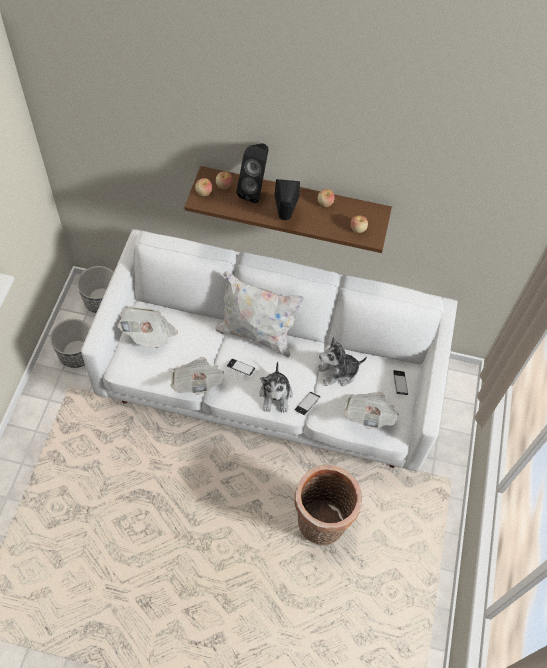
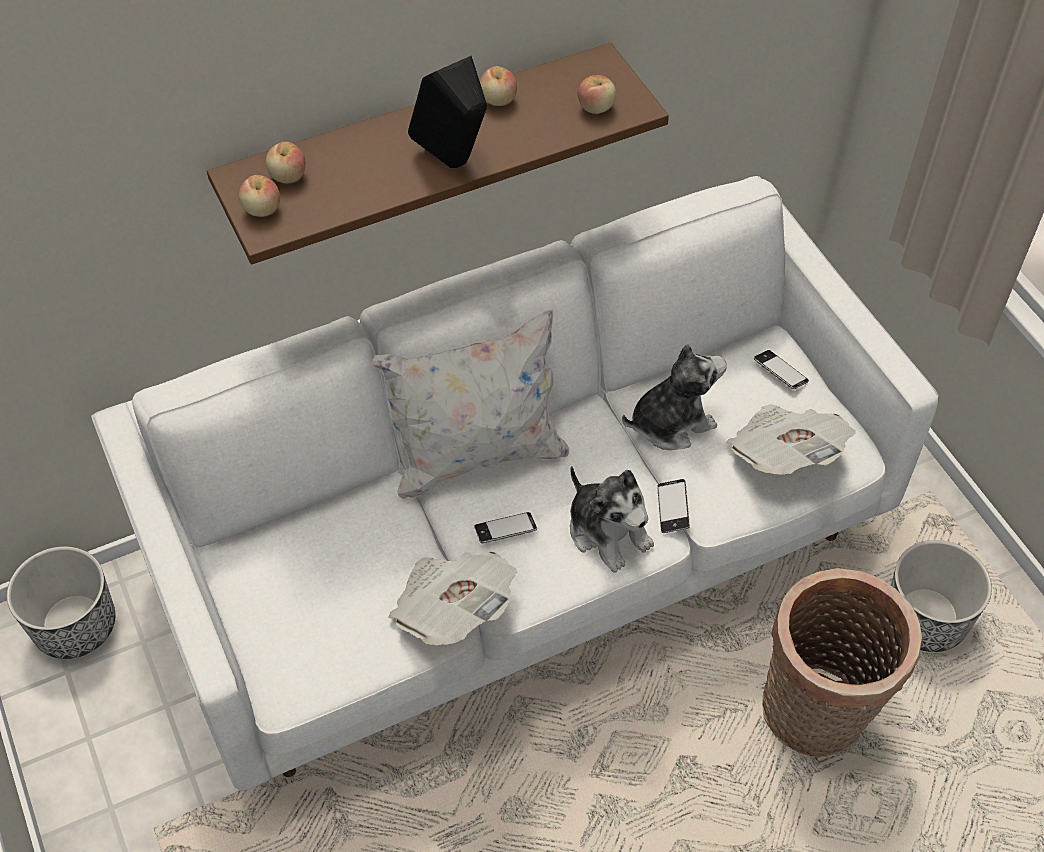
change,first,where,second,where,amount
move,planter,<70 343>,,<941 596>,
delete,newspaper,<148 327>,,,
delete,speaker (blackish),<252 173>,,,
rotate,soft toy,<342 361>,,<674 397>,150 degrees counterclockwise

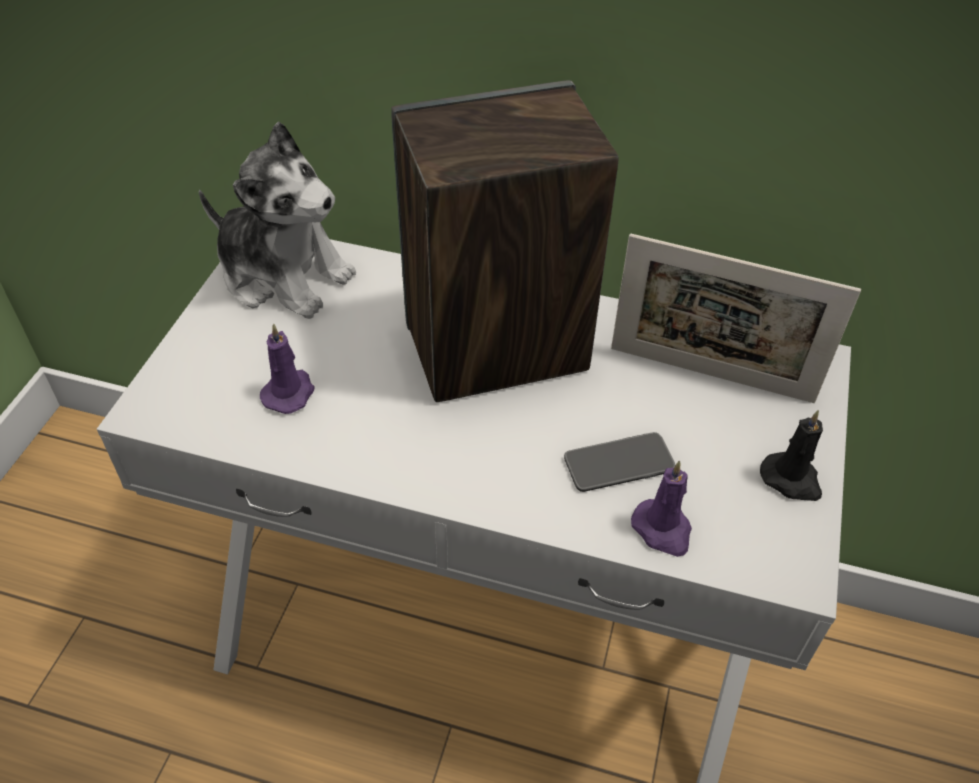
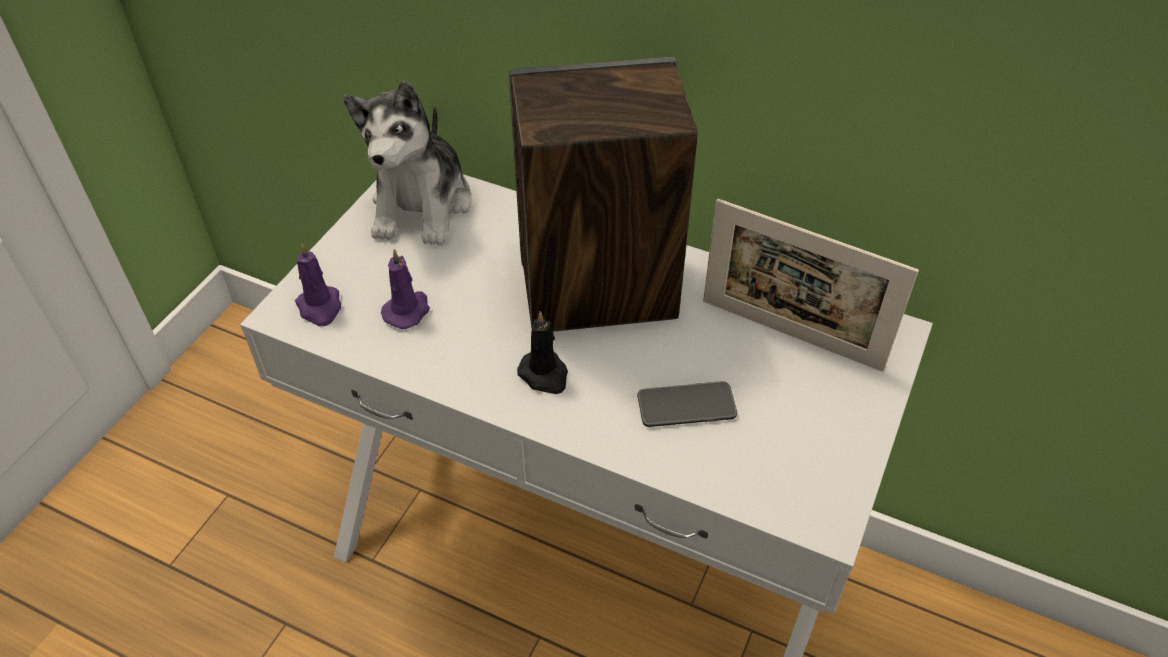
change,first,where,second,where,amount
rotate,soft toy,<277 220>,,<407 163>,60 degrees clockwise
move,wax light (purple),<661 509>,,<318 284>,
move,wax light (blackish),<791 455>,,<542 352>,

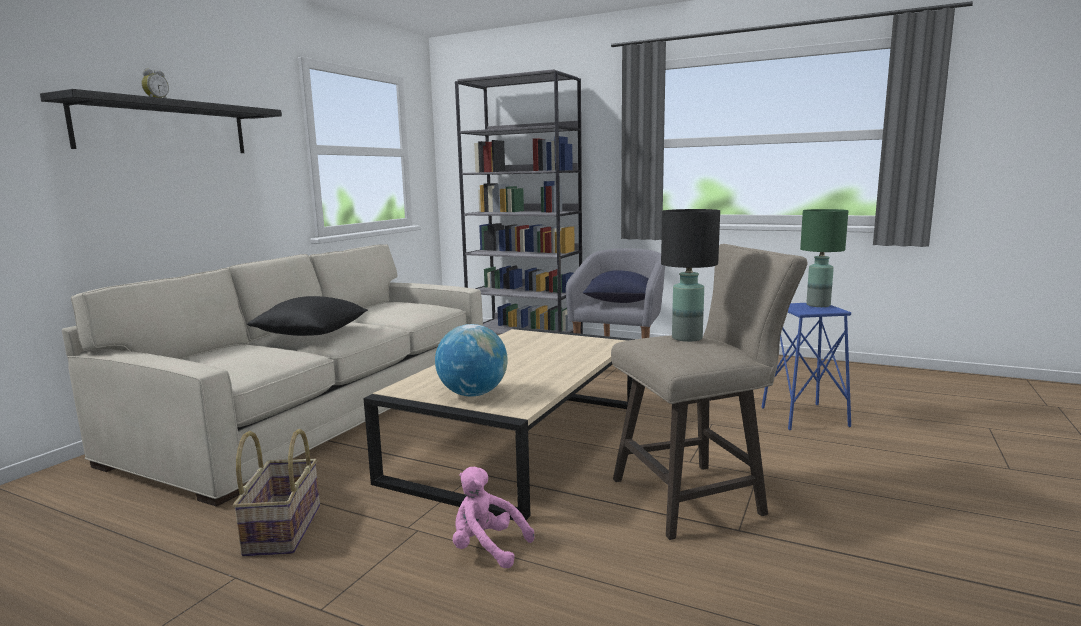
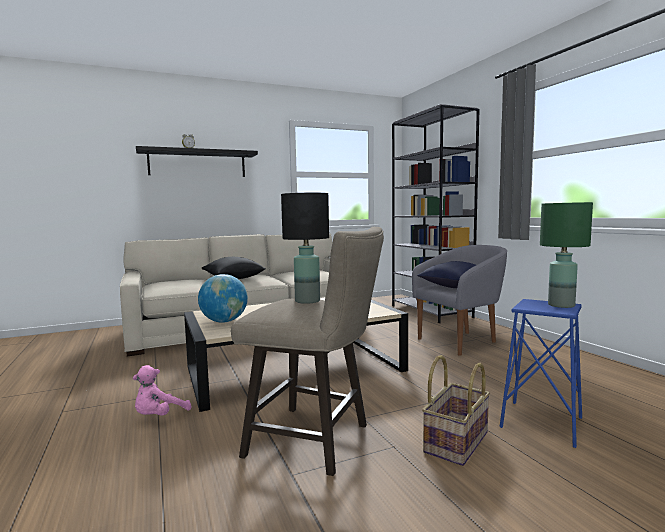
change,first,where,second,where,amount
move,household basket,<276 492>,,<456 410>,
rotate,soft toy (pink),<493 517>,,<162 390>,120 degrees counterclockwise

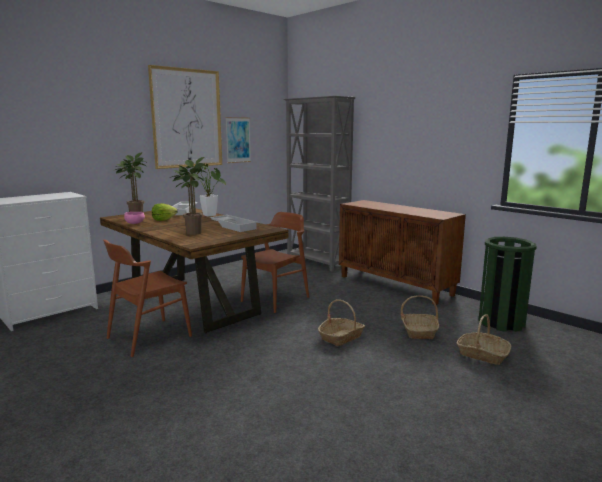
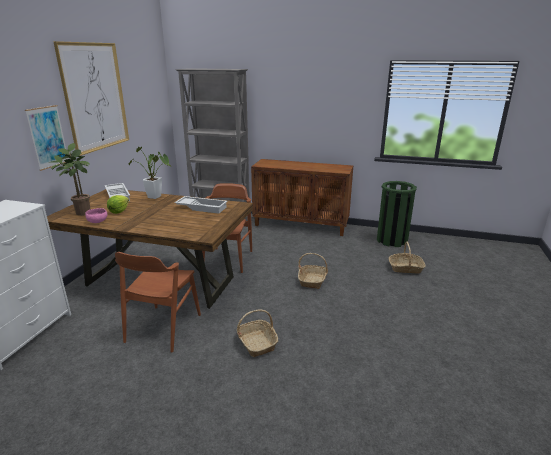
change,first,where,second,where,amount
delete,houseplant,<190 196>,,,
move,wall art,<238 140>,,<46 138>,
move,household basket,<420 317>,,<257 333>,

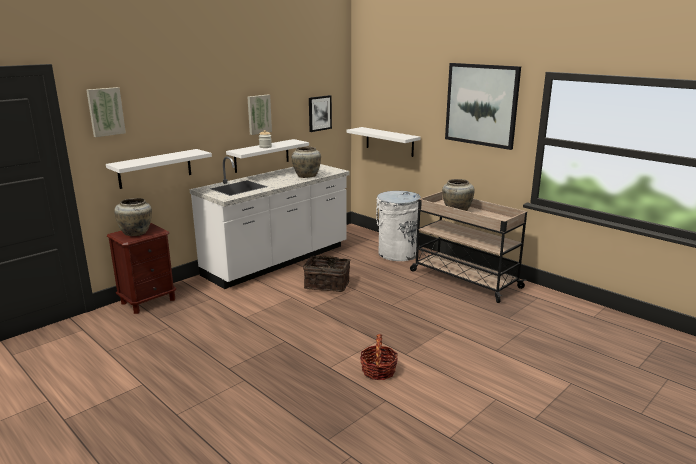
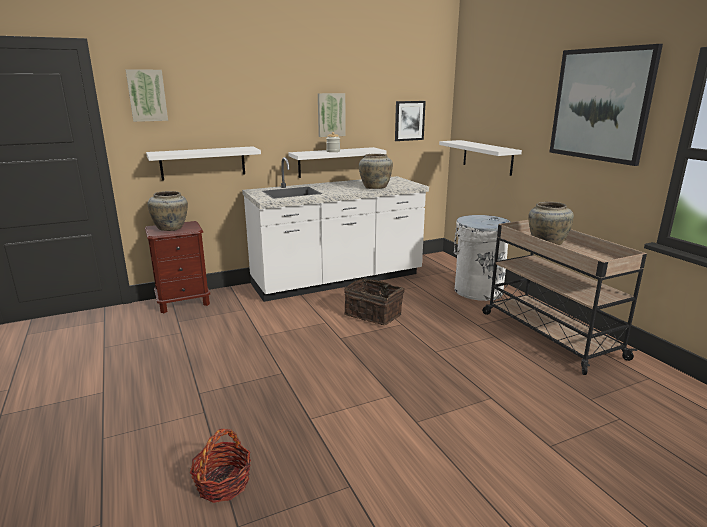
change,first,where,second,where,amount
move,household basket,<379 357>,,<220 466>,

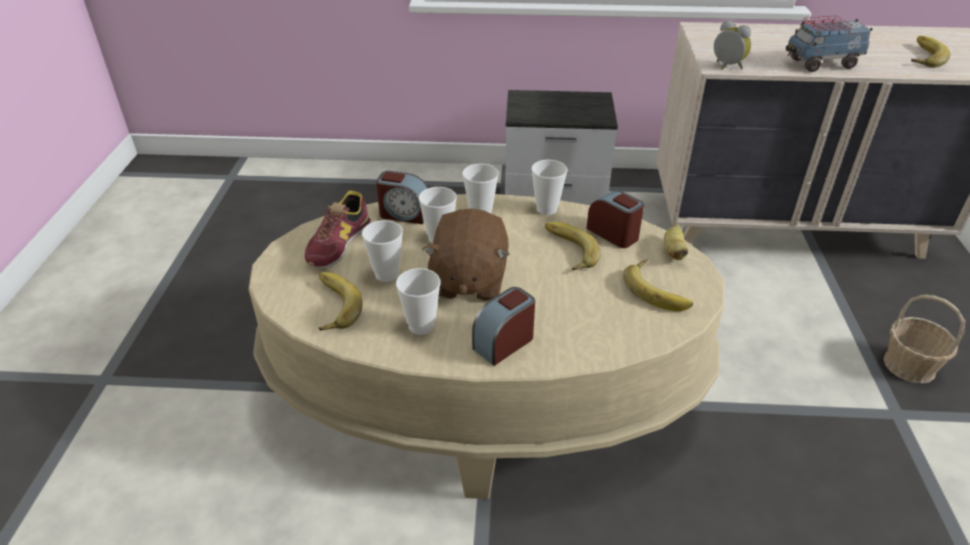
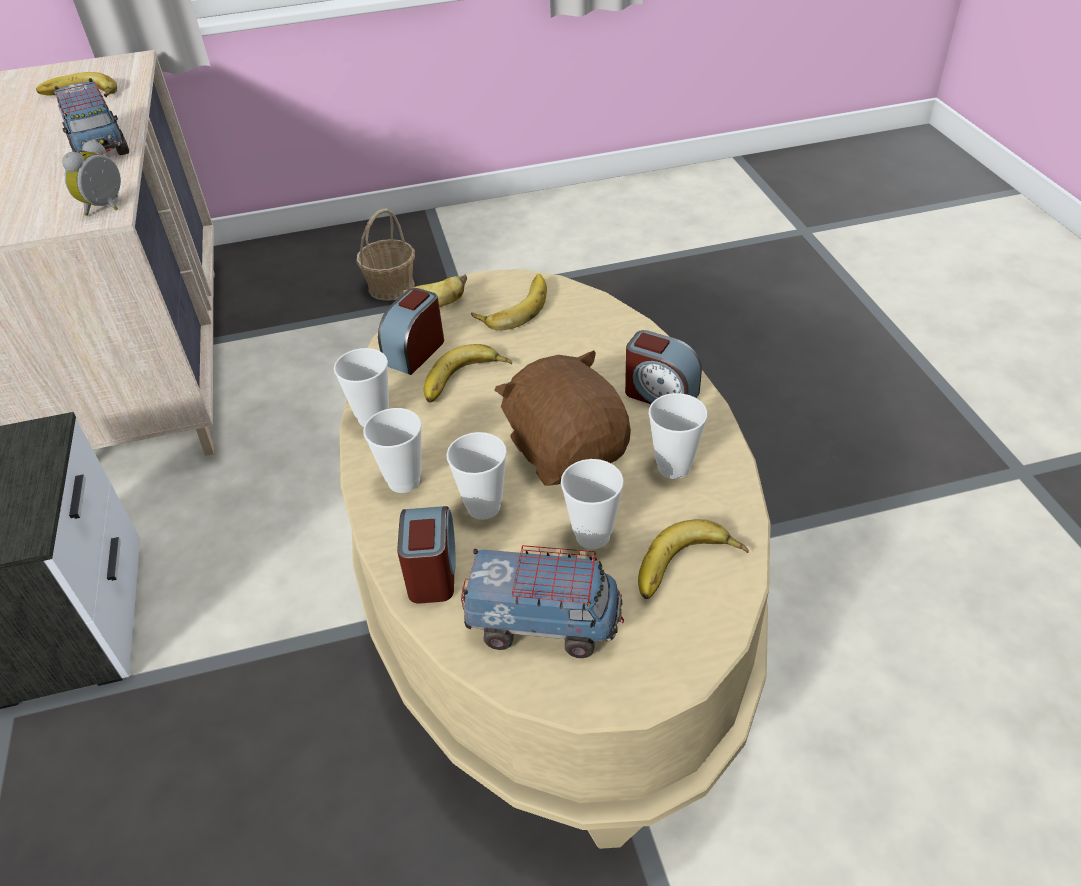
change,first,where,second,where,amount
replace,shoe,<338 230>,model truck,<542 601>,
rotate,soft toy (brown-coloured),<465 254>,,<562 418>,105 degrees counterclockwise

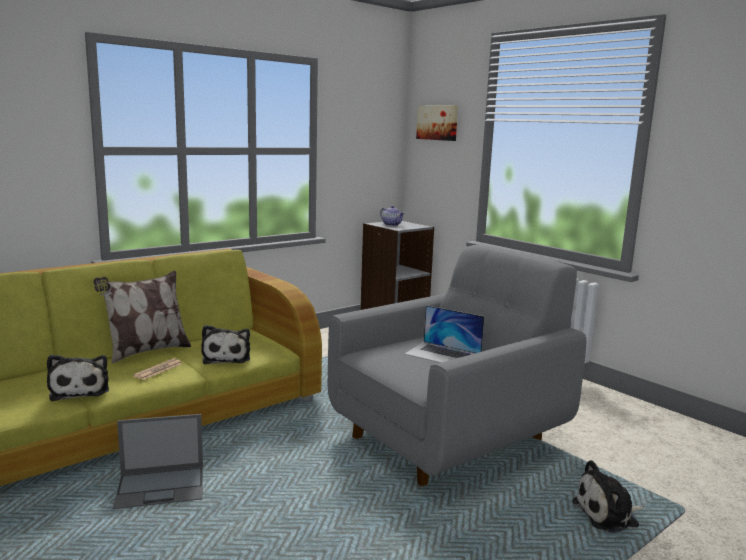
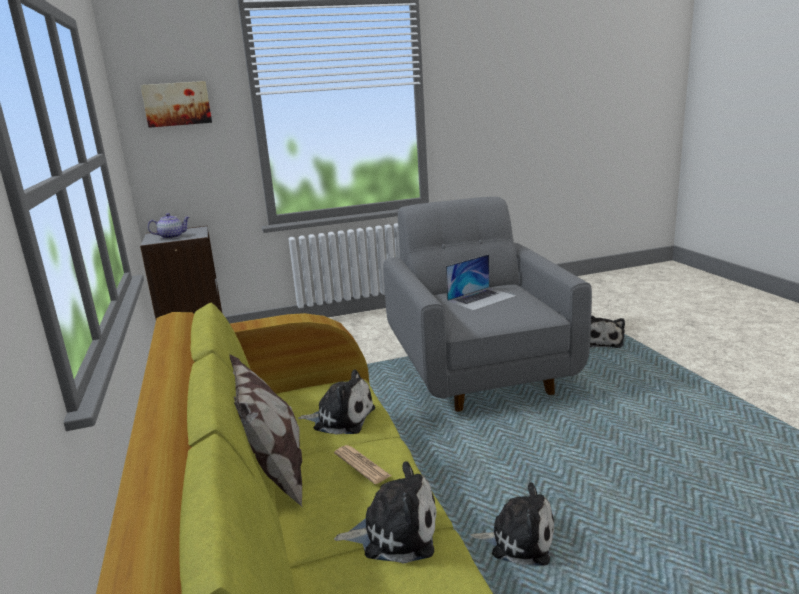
change,first,where,second,where,amount
replace,laptop,<158 461>,soft toy,<512 524>,

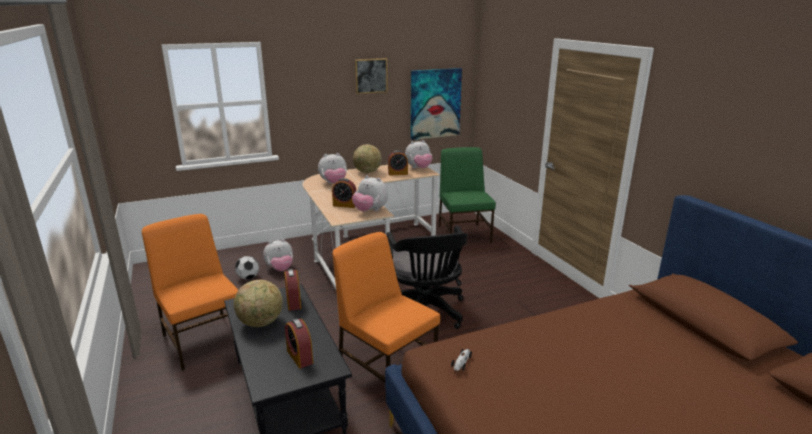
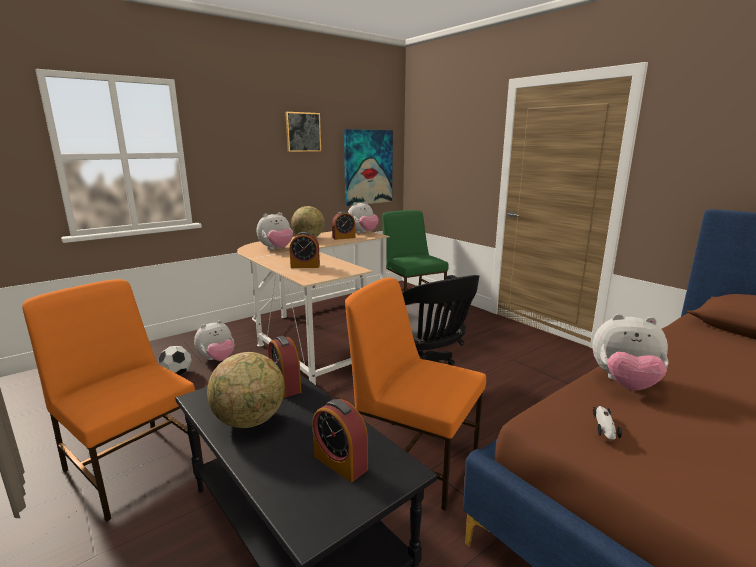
change,first,where,second,where,amount
move,soft toy,<370 193>,,<631 352>,

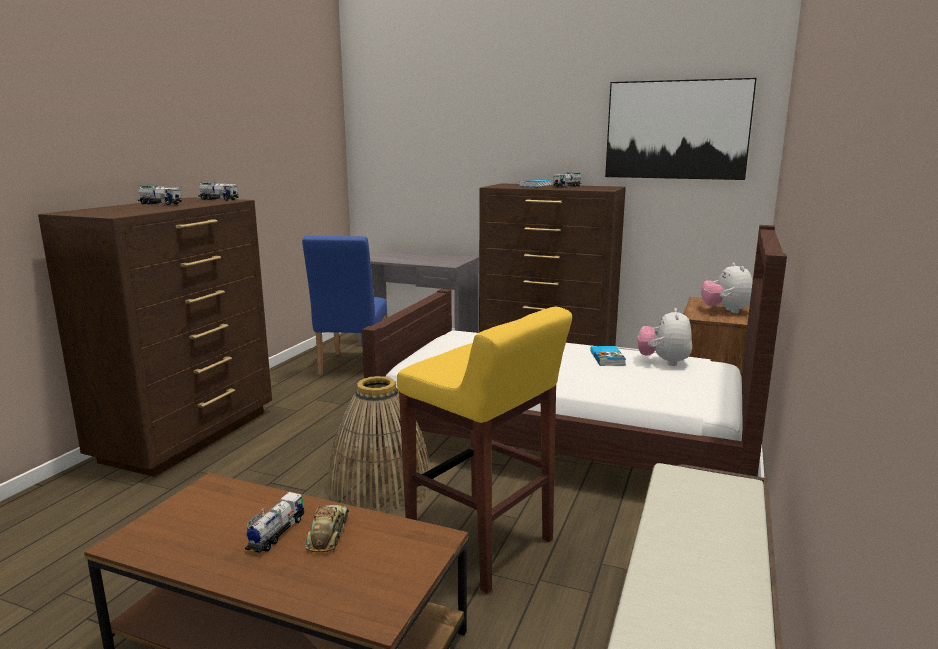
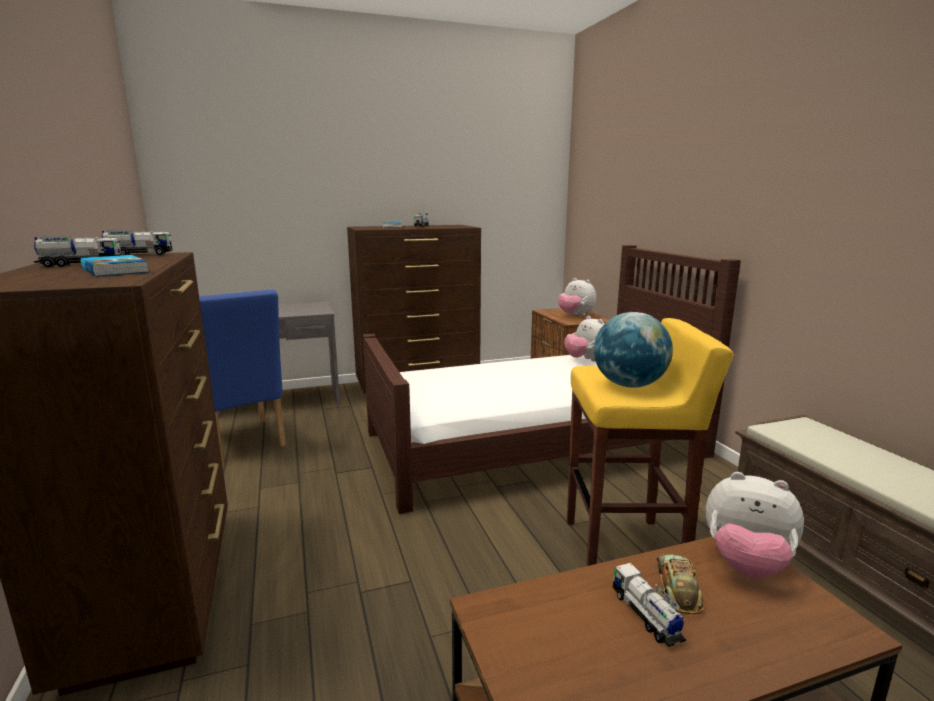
change,first,where,second,where,amount
rotate,miniature car,<327 528>,,<680 584>,45 degrees clockwise
delete,household basket,<379 444>,,,
move,book,<608 356>,,<114 266>,
delete,wall art,<681 129>,,,
insert,,,globe,<633 350>,
insert,,,soft toy,<755 525>,

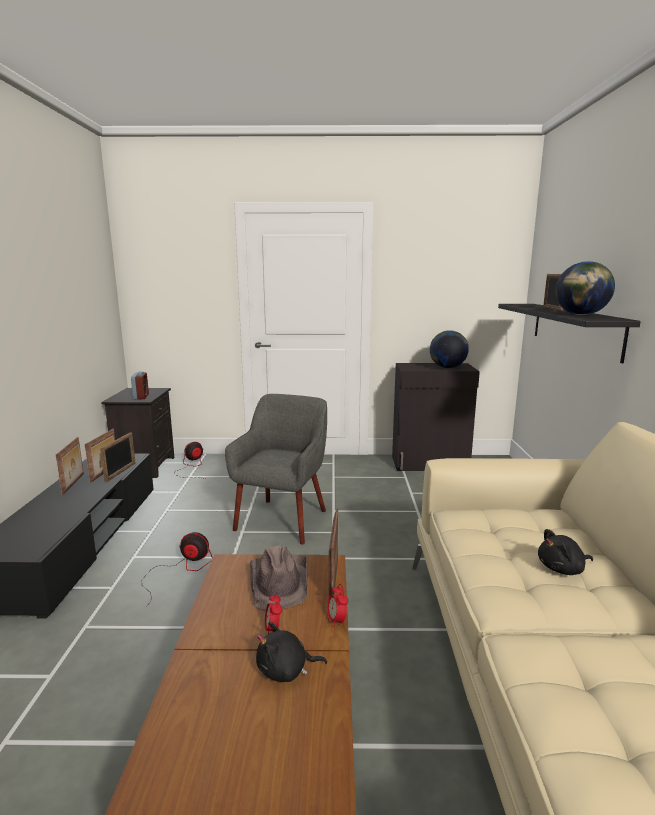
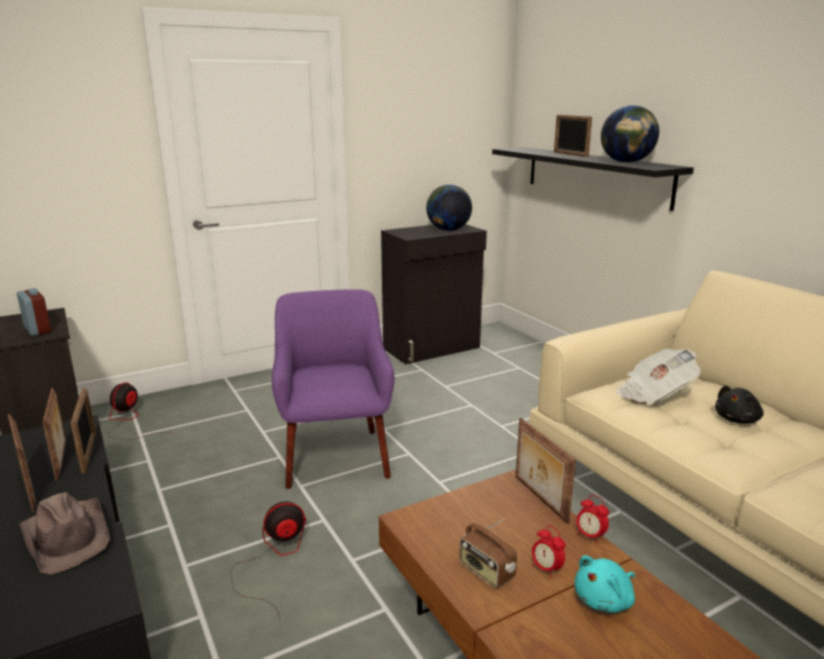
change,first,where,second,where,amount
recolor,lounge chair (greyish),<276 469>,lounge chair (purple),<333 389>,
move,wearable hat (brown-coloured),<279 578>,,<64 533>,
recolor,soft toy (blackish),<291 652>,soft toy (turquoise),<604 584>,
insert,,,radio set,<488 553>,
insert,,,newspaper,<658 377>,

